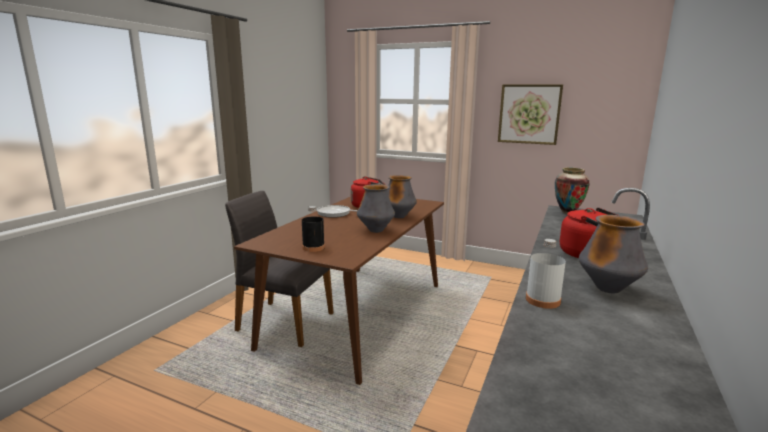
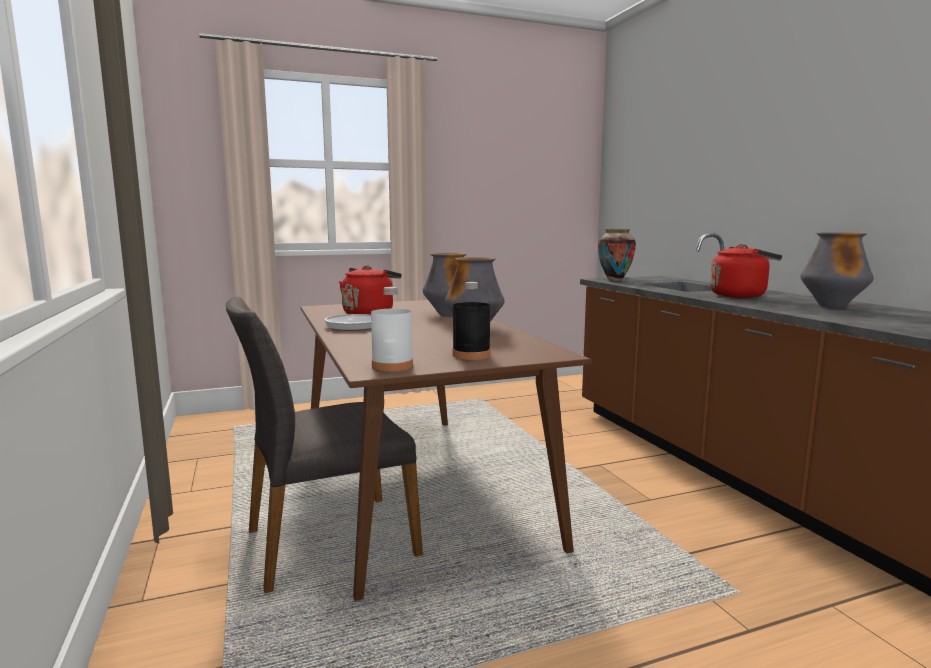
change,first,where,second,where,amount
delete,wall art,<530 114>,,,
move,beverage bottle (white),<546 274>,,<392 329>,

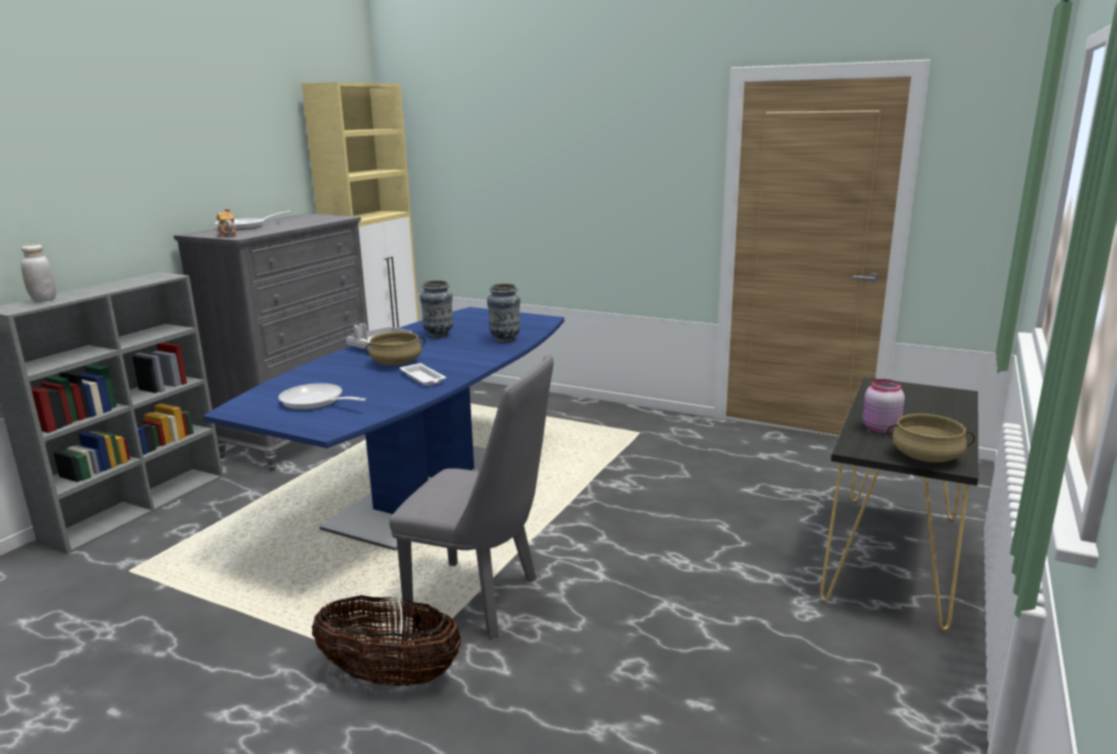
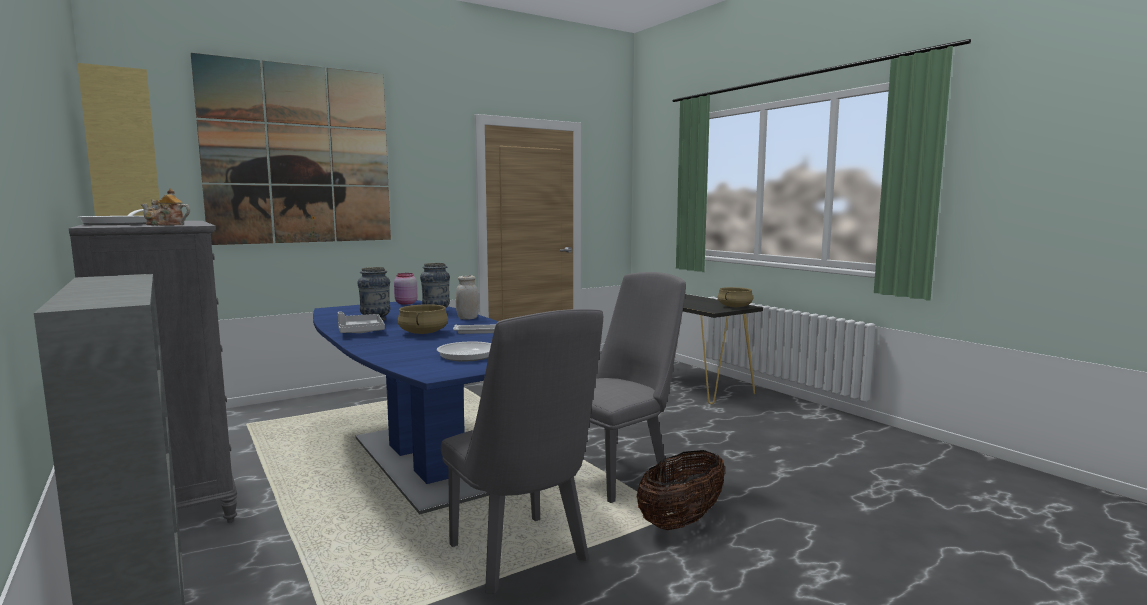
change,first,where,second,where,amount
move,storage jar (white),<38 273>,,<467 297>,
move,storage jar (pink),<883 406>,,<405 289>,
insert,,,wall art,<291 149>,
insert,,,plain chair (greyish),<522 451>,

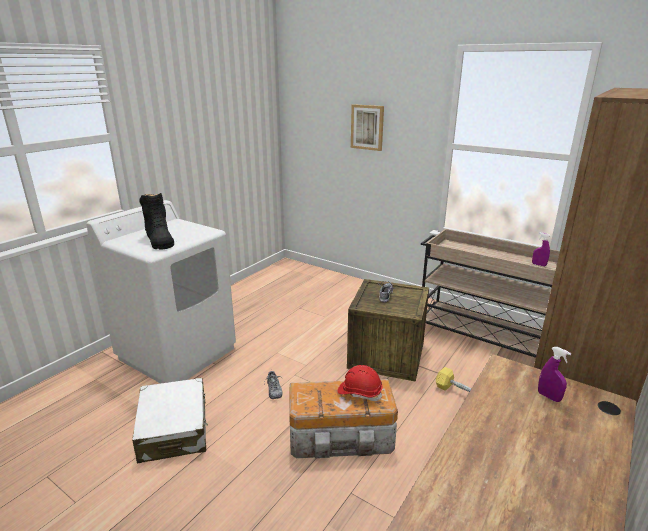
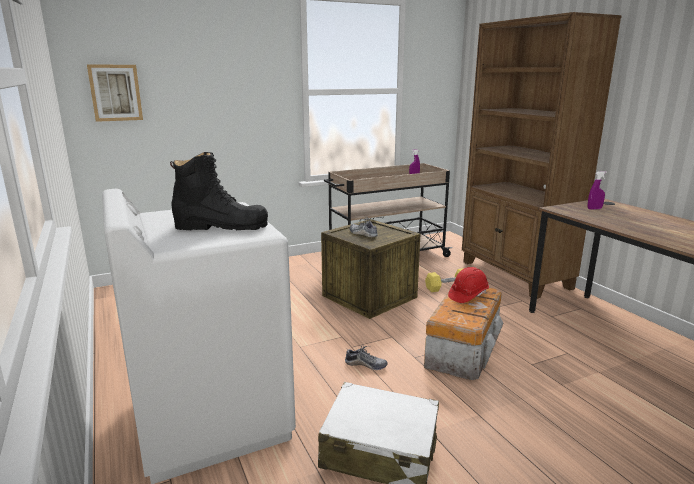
change,first,where,second,where,amount
move,wall art,<367 127>,,<115 93>,

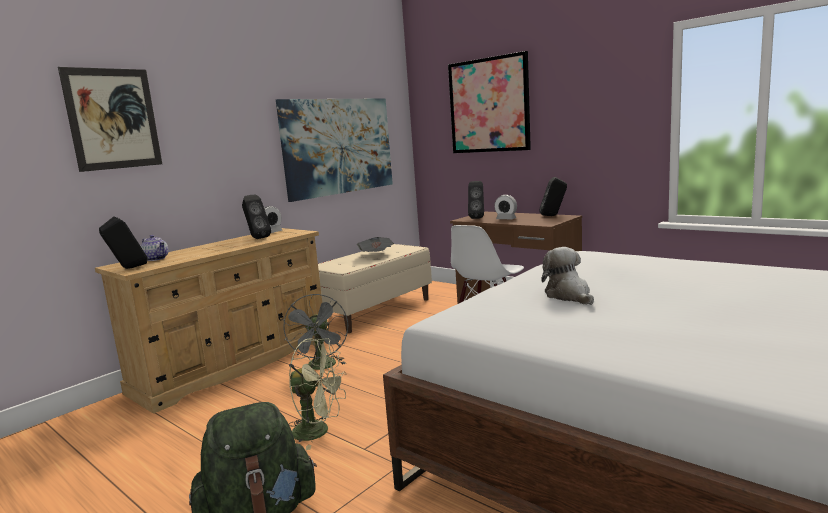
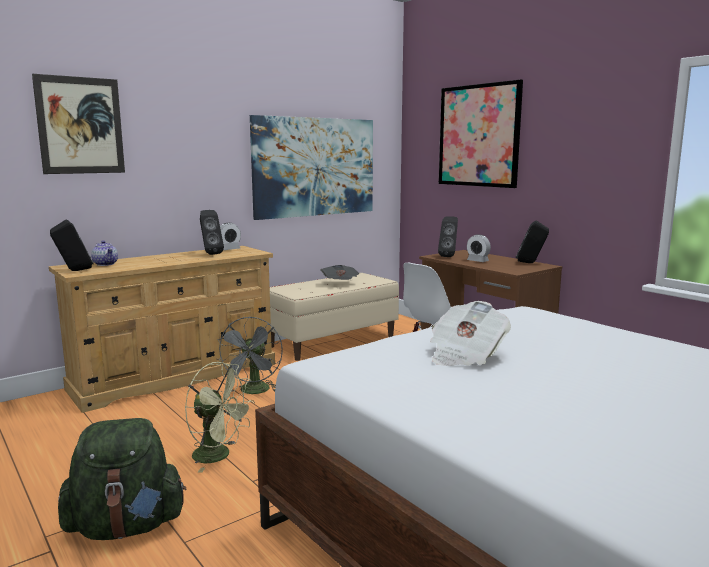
change,first,where,second,where,amount
replace,soft toy,<567 276>,newspaper,<470 333>,

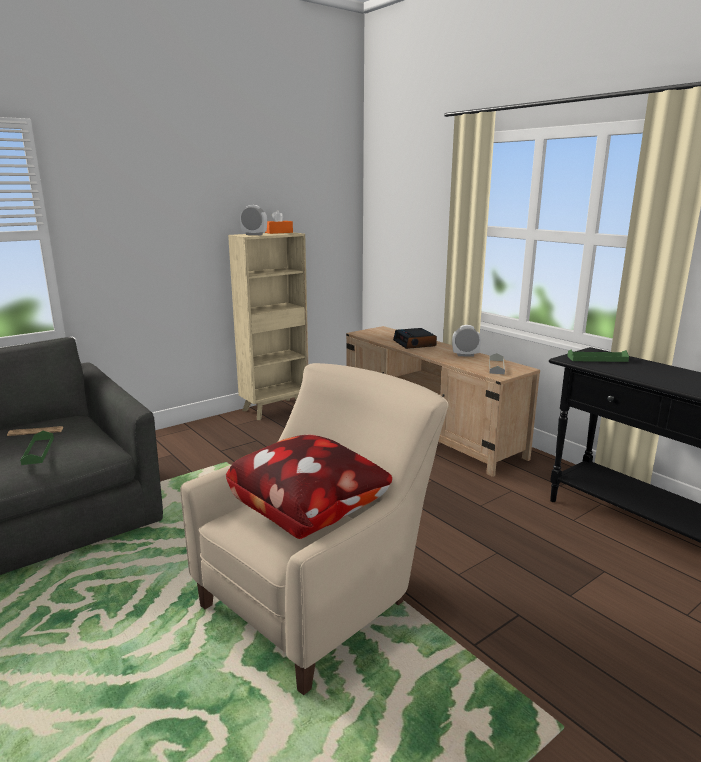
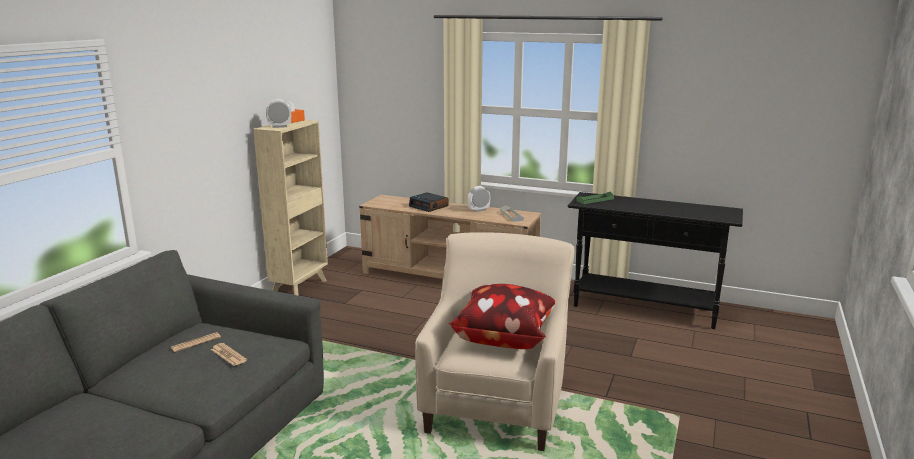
change,first,where,second,where,amount
replace,carrying tray (greenish),<37 448>,newspaper,<229 354>,

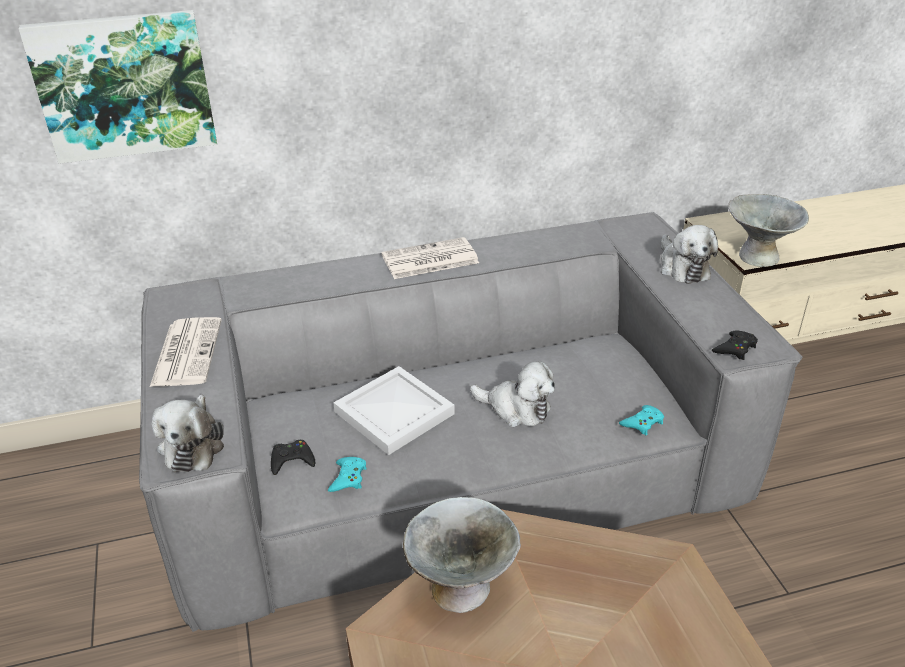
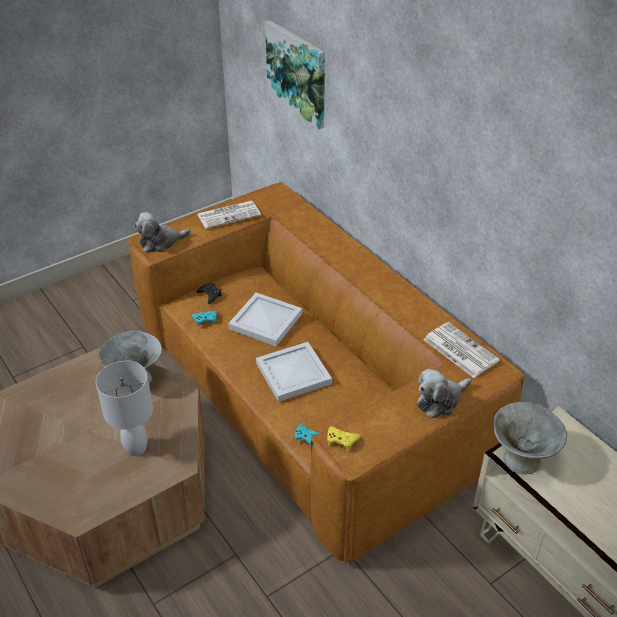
change,first,where,second,where,amount
recolor,sofa (greyish),<471 422>,sofa (brown-coloured),<326 373>,
move,newspaper,<430 258>,,<461 350>,
replace,soft toy,<512 394>,carrying tray (white),<294 372>,
recolor,joypad (blackish),<735 345>,joypad (yellow),<343 438>,
insert,,,tabletop lamp (white),<124 408>,

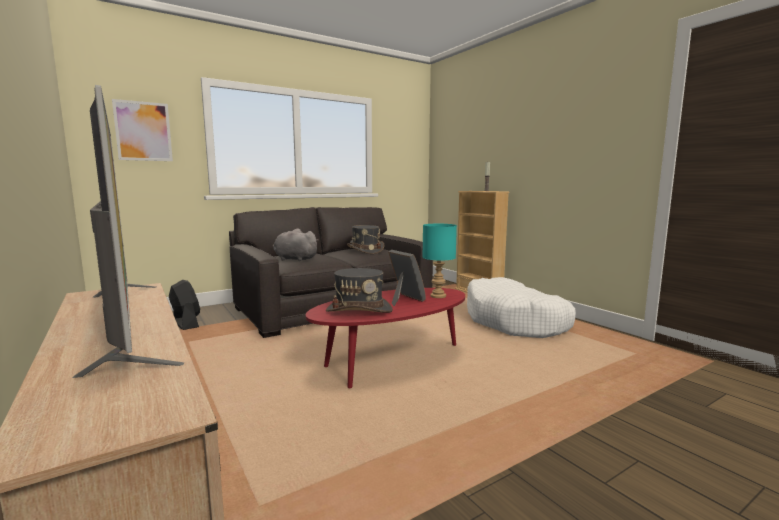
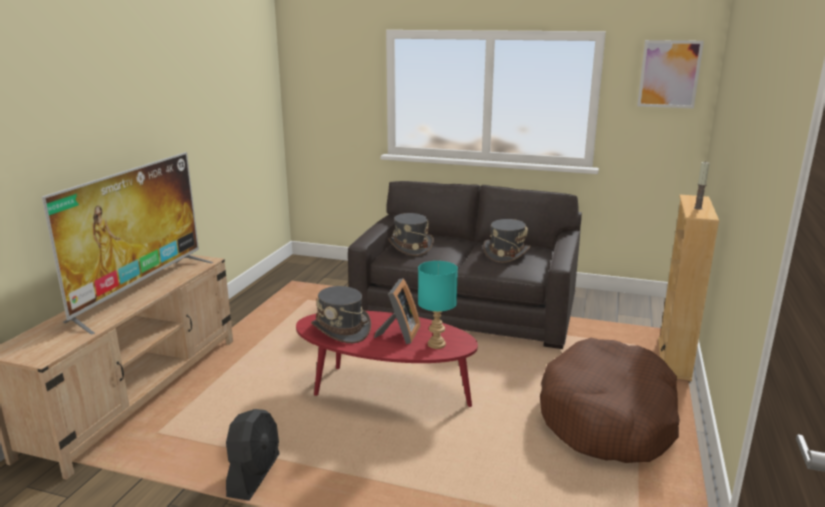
change,first,where,second,where,amount
move,wall art,<142 130>,,<670 74>,
move,fan (blackish),<184 305>,,<253 455>,
replace,soft toy (greyish),<296 244>,wearable hat (greyish),<411 234>,
recolor,dog bed (white),<521 307>,dog bed (brown-coloured),<610 400>,

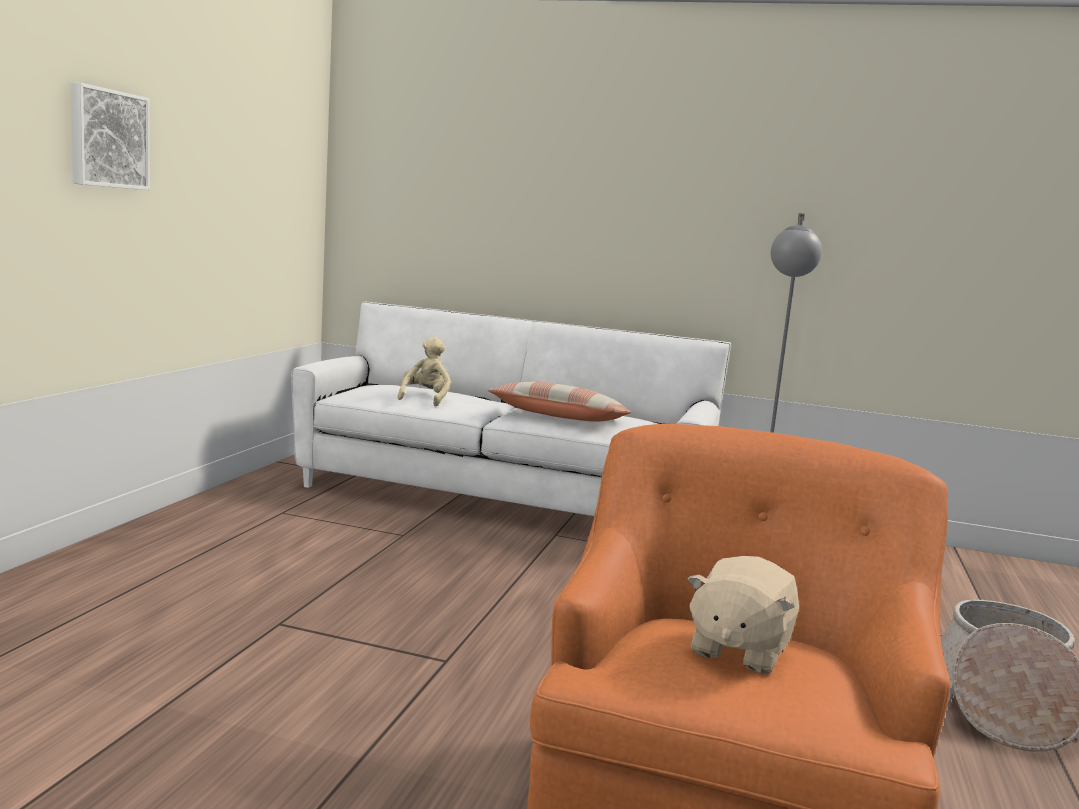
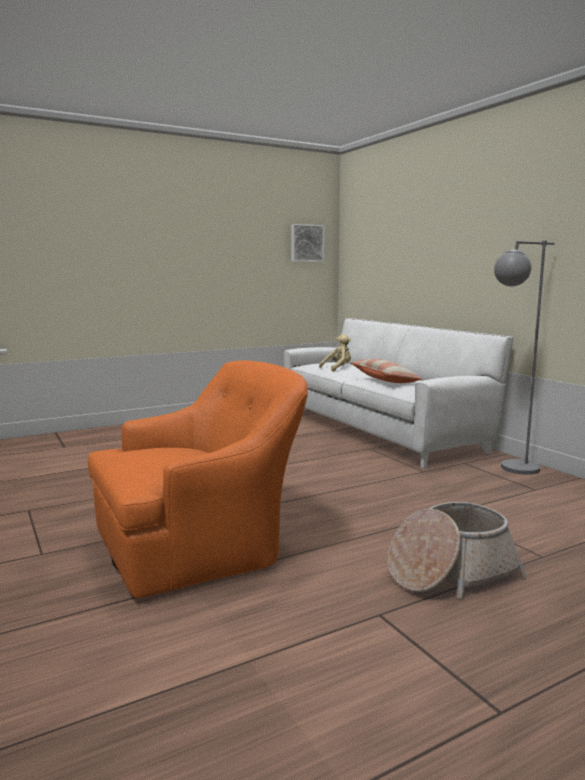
change,first,where,second,where,amount
move,wall art,<110 136>,,<307 243>,
delete,soft toy (beige-coloured),<743 614>,,,

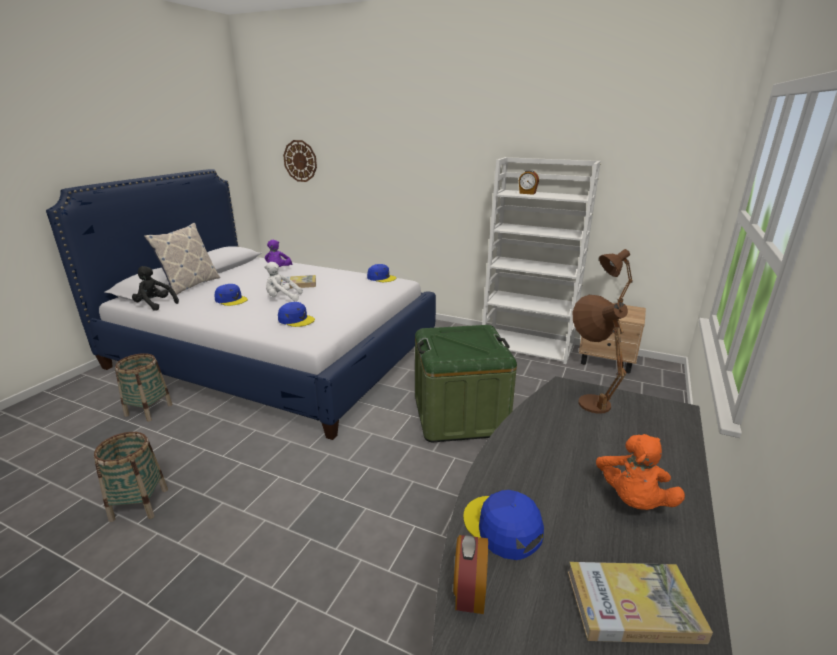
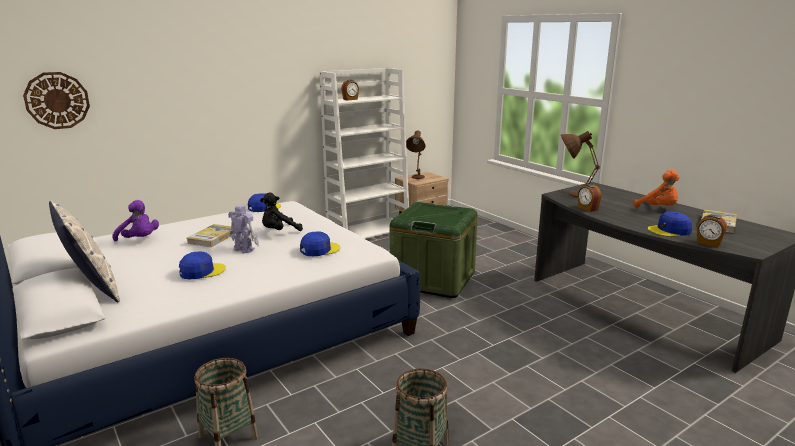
change,first,where,second,where,amount
move,soft toy (blackish),<155 288>,,<281 212>,
replace,soft toy (white),<283 281>,robot figure,<243 229>,
insert,,,table clock,<589 198>,

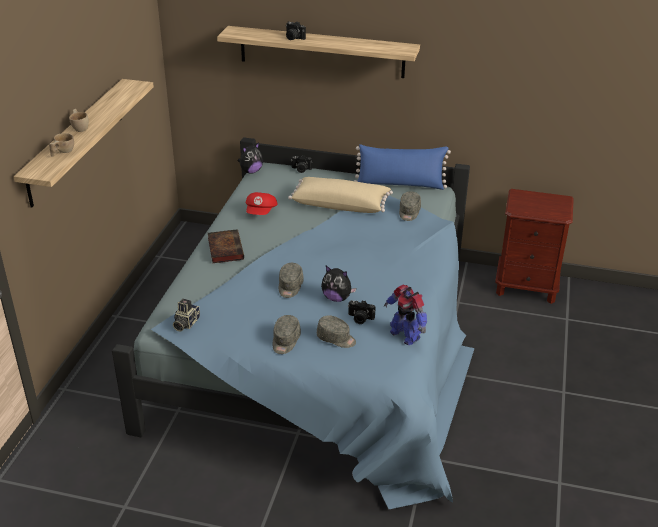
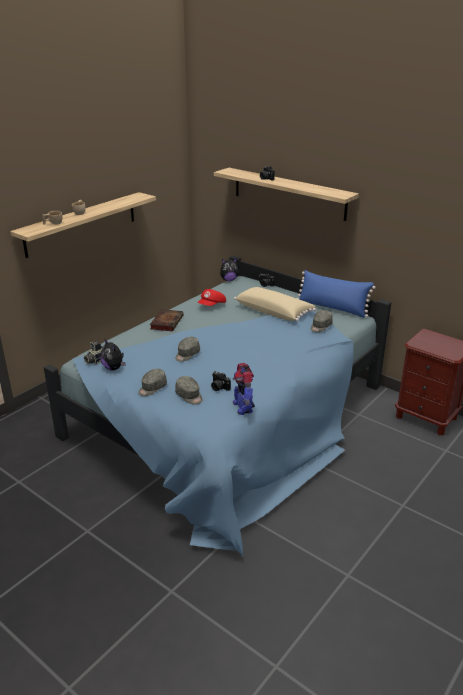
change,first,where,second,where,amount
move,soft toy,<338 284>,,<113 354>,

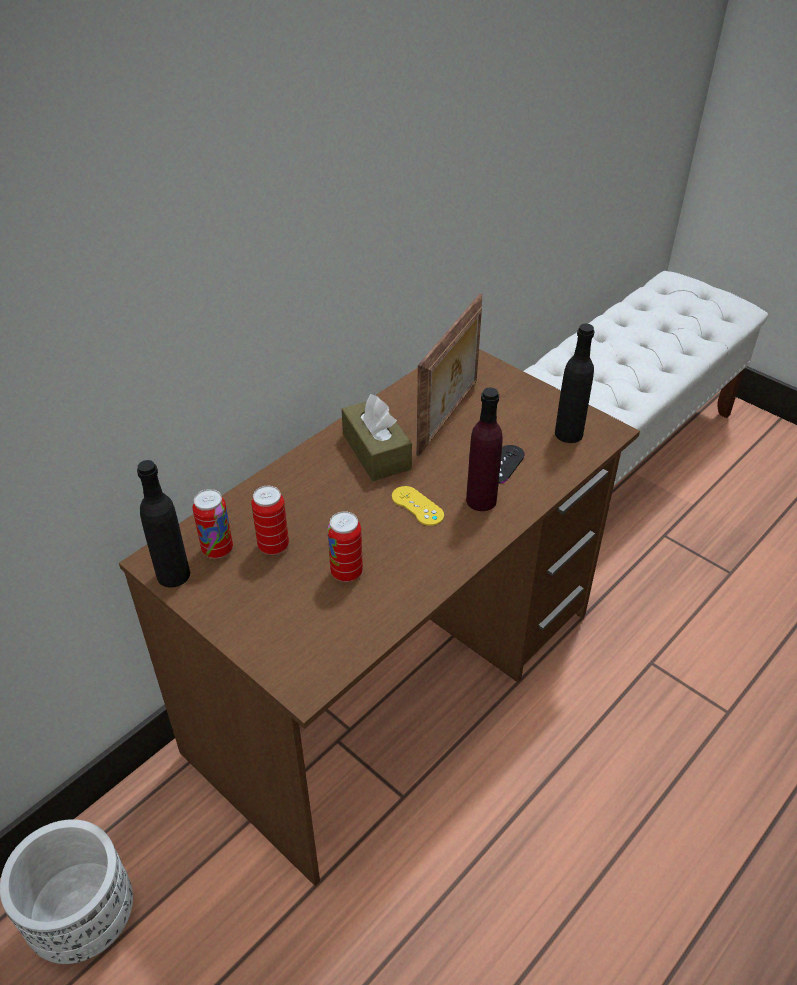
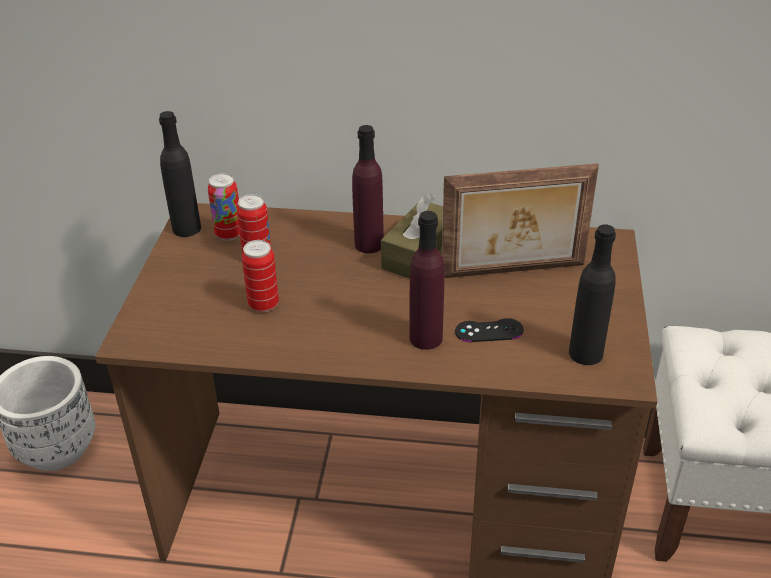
change,first,where,second,where,amount
delete,joypad (yellow),<418 506>,,,
insert,,,beverage bottle (purple),<368 189>,

